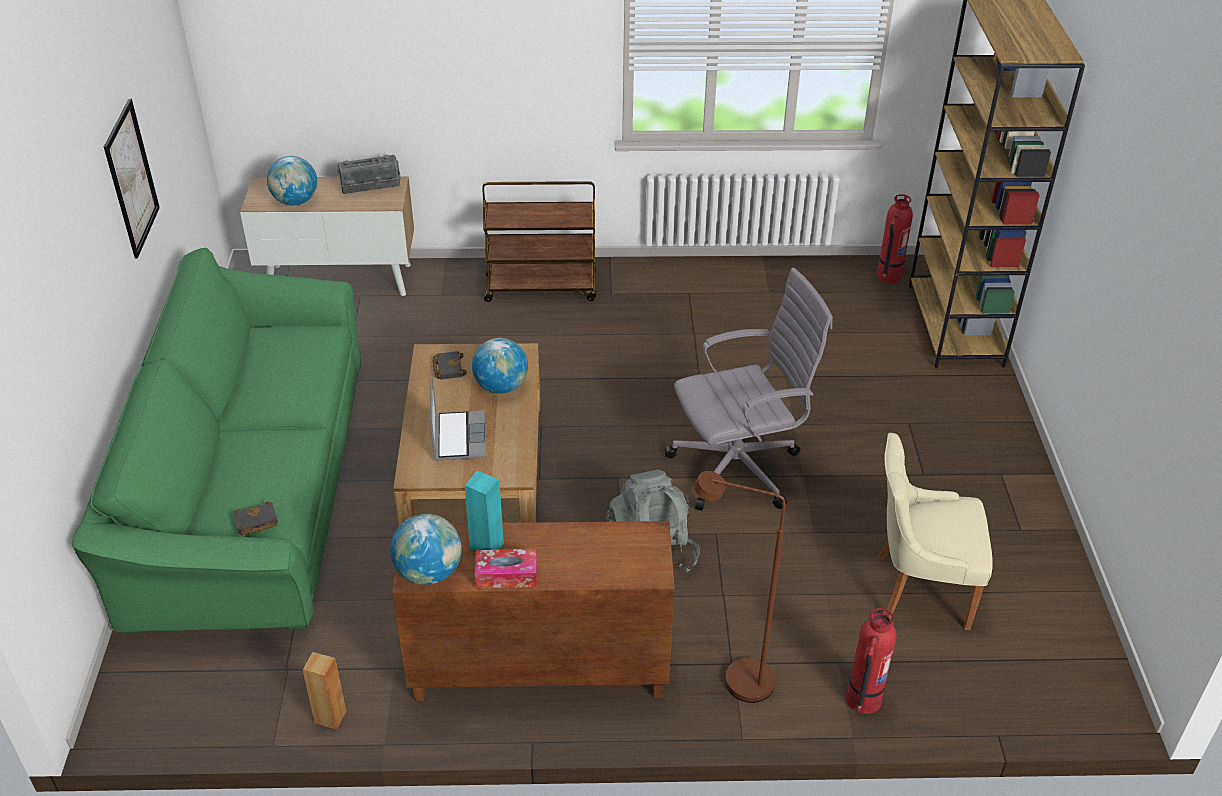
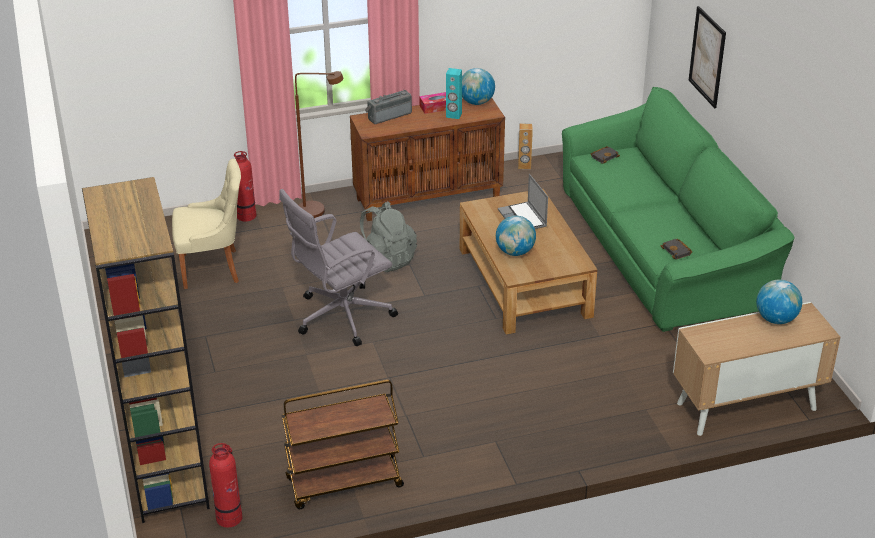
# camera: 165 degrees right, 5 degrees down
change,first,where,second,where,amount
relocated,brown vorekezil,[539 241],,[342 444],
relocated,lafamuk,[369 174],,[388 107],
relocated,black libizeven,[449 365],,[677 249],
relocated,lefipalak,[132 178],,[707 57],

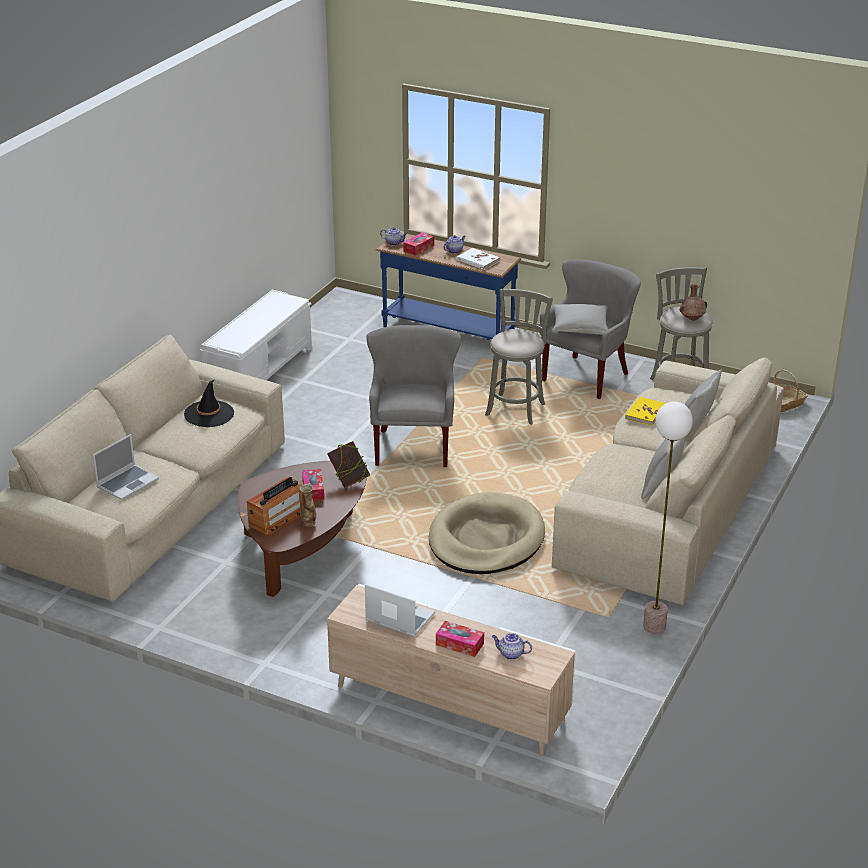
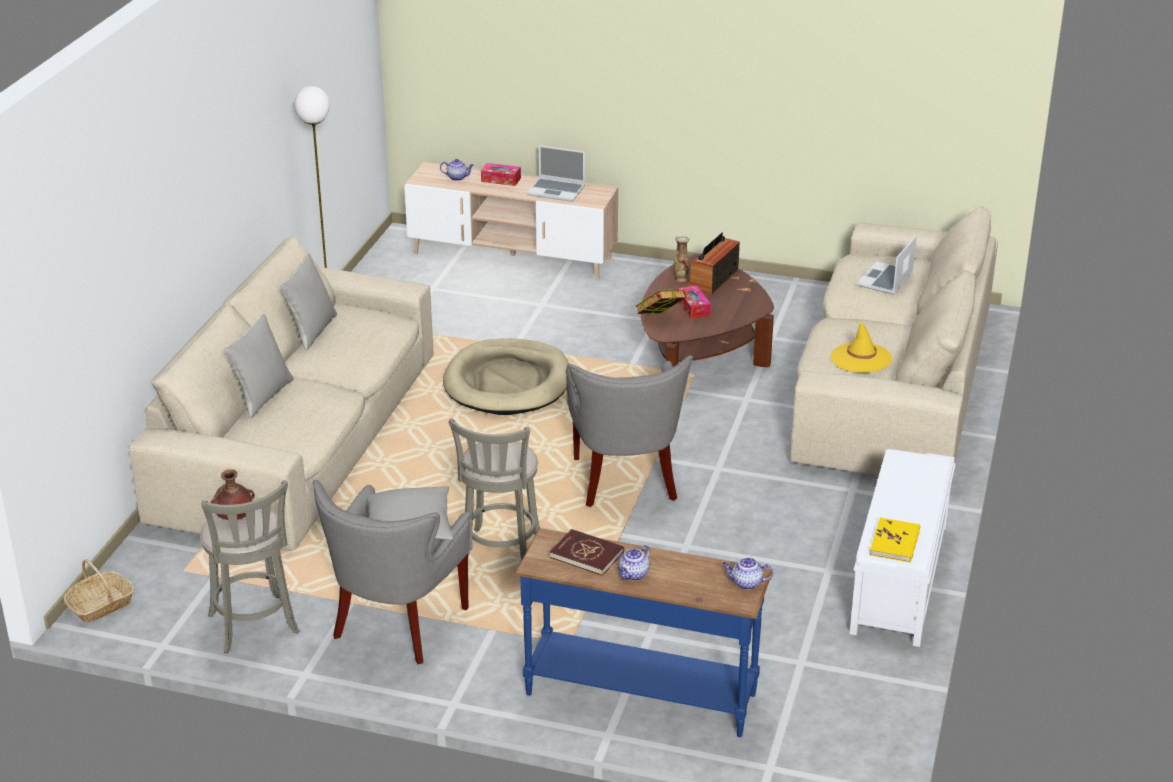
# camera: 170 degrees right, 0 degrees up
change,first,where,second,where,amount
colour,white libizeven,[478 259],red libizeven,[587 552],
colour,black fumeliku,[209 403],yellow fumeliku,[861 347],
relocated,yellow libizeven,[645 411],,[895 540],
missing,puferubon,[418 244],,,

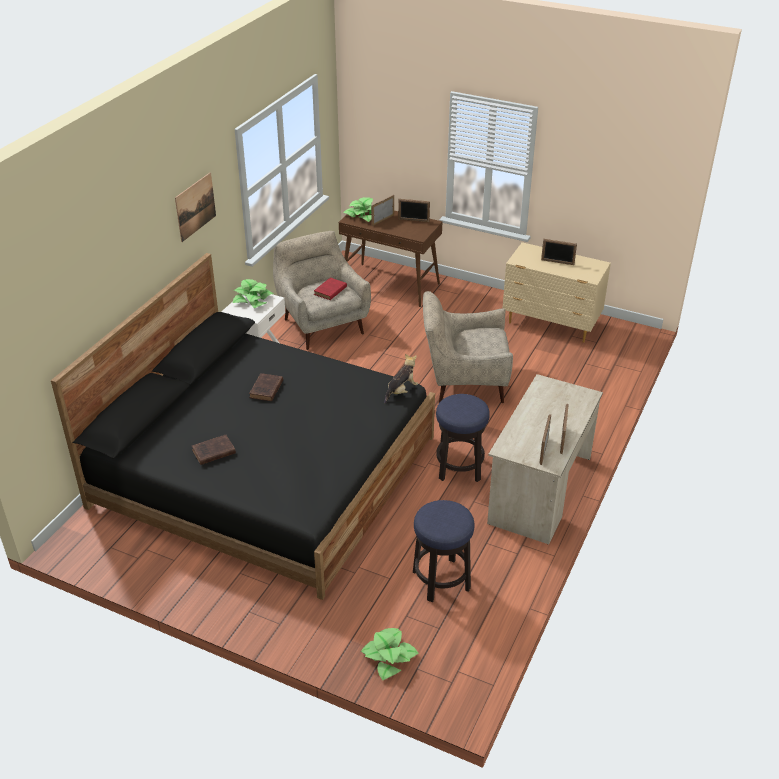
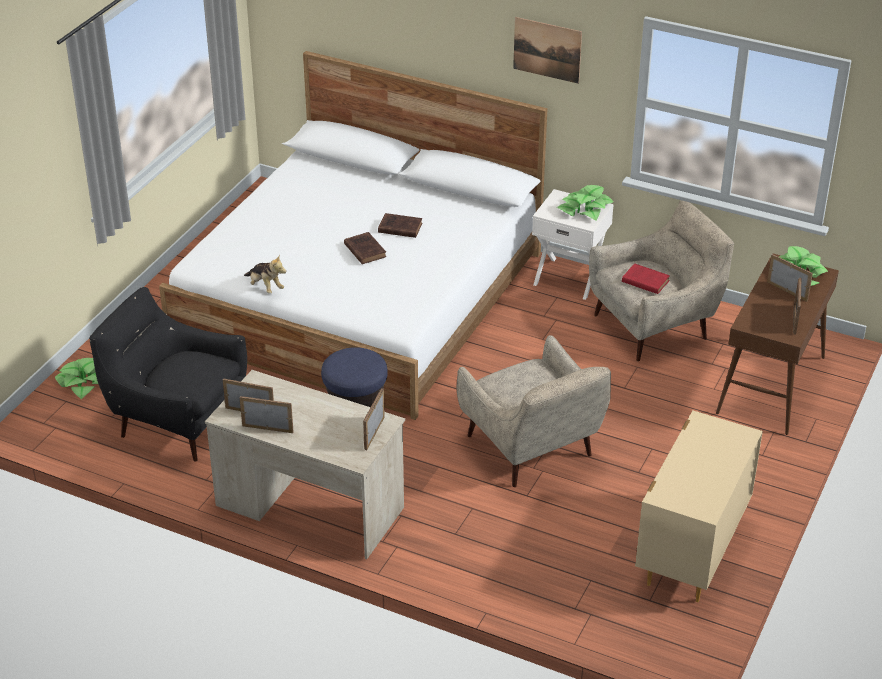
# camera: 90 degrees right, 0 degrees up
change,first,where,second,where,amount
exchanged,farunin,[444 551],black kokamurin,[168 374],
colour,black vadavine,[243 426],white vadavine,[353 235],
relocated,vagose,[401 379],,[265 274],
relocated,brown libizeven,[214 450],,[365 248],
relocated,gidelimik,[559 252],,[374 419],
spun,beige kokamurin,[468 347],,[534 411],150 degrees clockwise

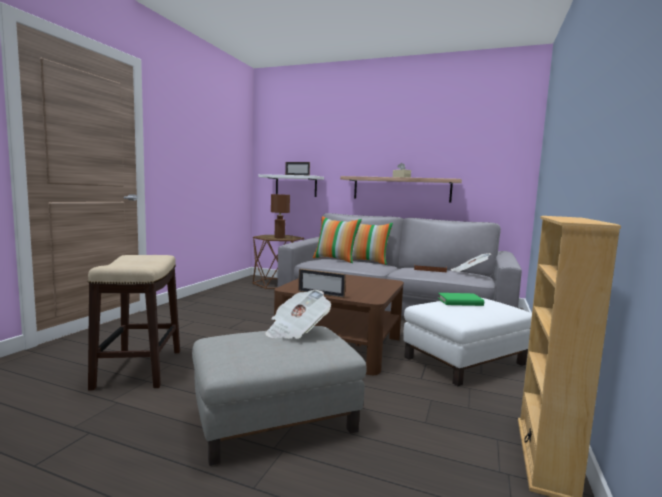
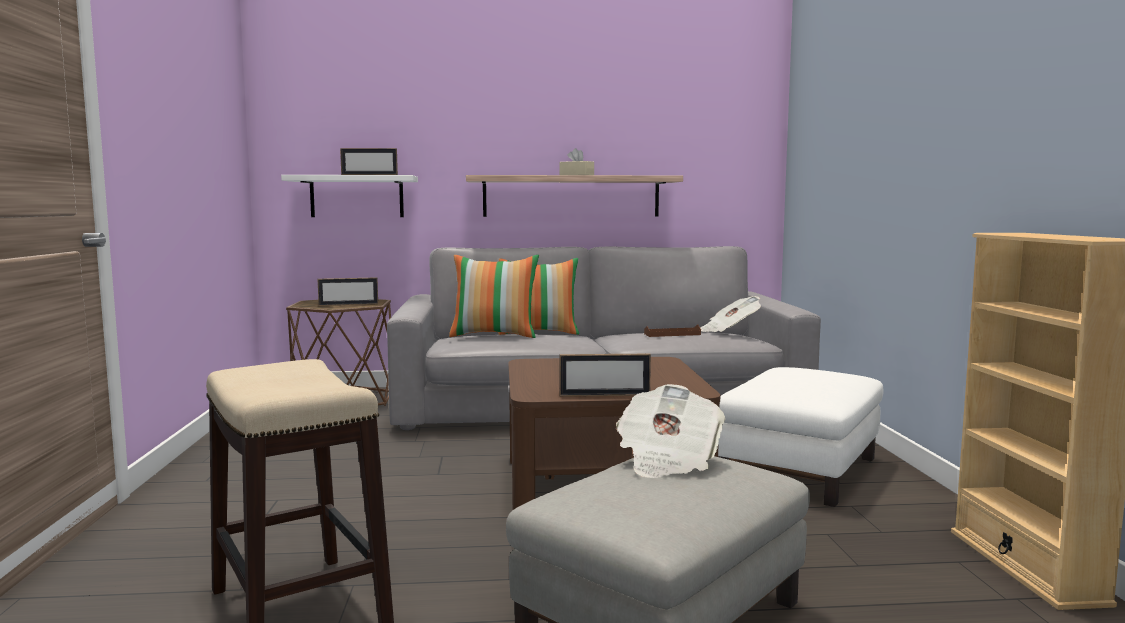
# camera: 25 degrees left, 0 degrees up
change,first,where,second,where,amount
exchanged,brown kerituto,[280 216],gidelimik,[348 291],
missing,green libizeven,[461 299],,,

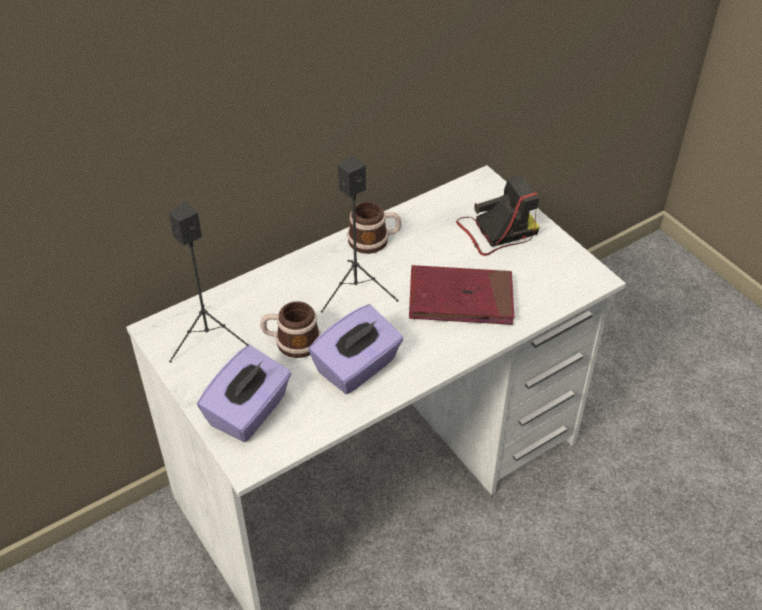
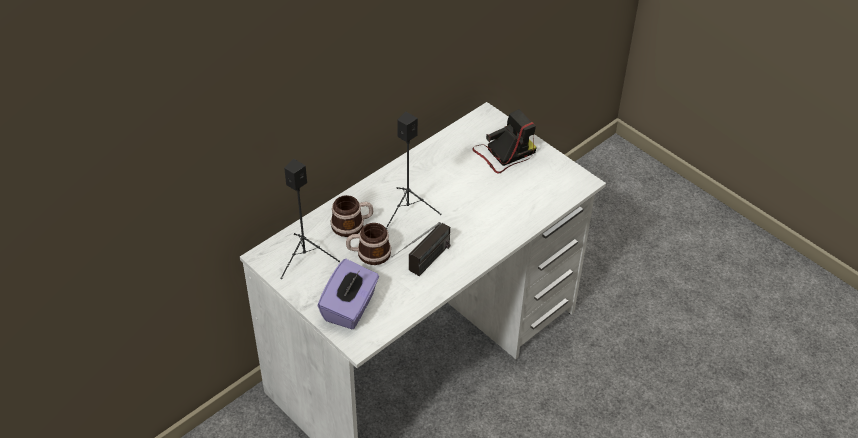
# camera: 10 degrees left, 0 degrees up
change,first,where,second,where,amount
relocated,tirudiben,[374 228],,[352 216],
exchanged,purple puferubon,[355 349],lafamuk,[421 249],
missing,red libizeven,[461 295],,,

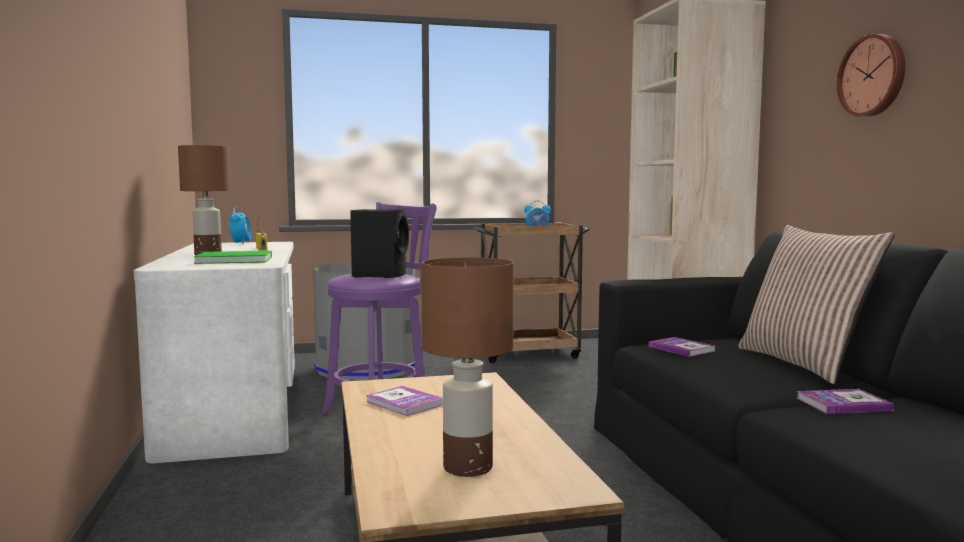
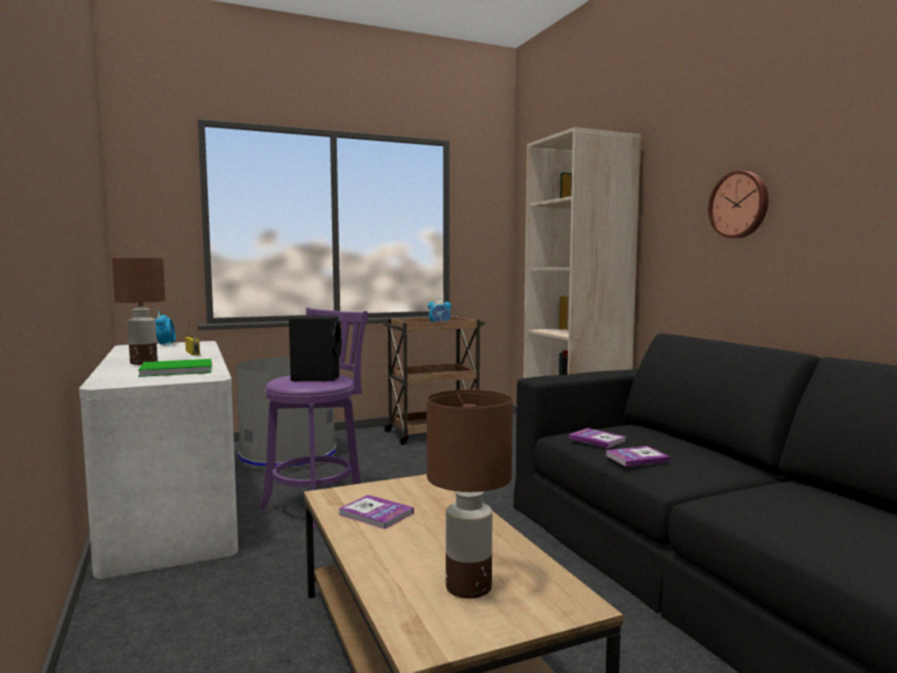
# camera: 10 degrees left, 0 degrees up
change,first,where,second,where,amount
relocated,libizeven,[845 401],,[637 456],
missing,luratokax,[816 304],,,

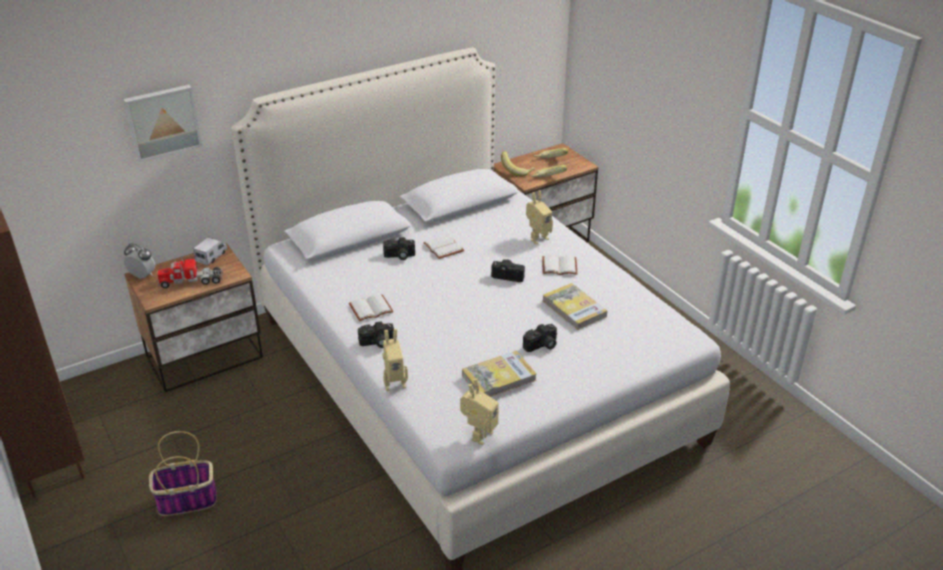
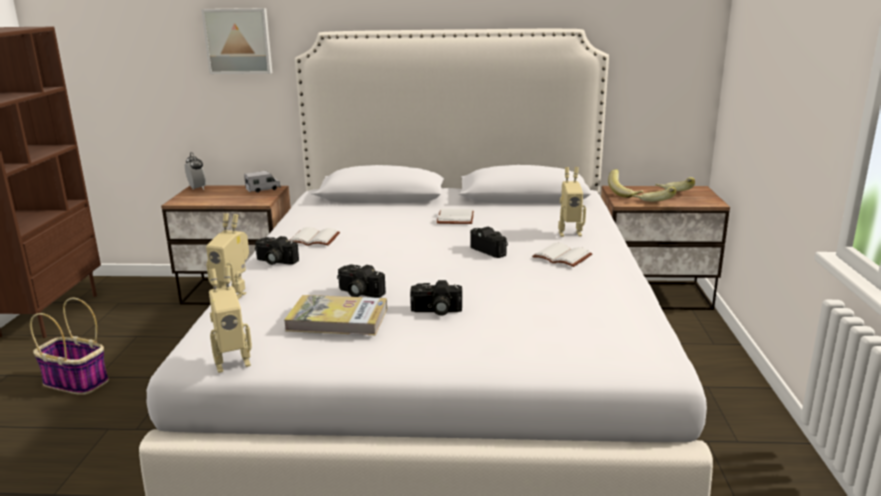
# camera: 35 degrees right, 15 degrees down
change,first,where,second,where,amount
relocated,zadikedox,[399 248],,[361 281],
missing,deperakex,[190 272],,,
missing,libizeven,[575 306],,,

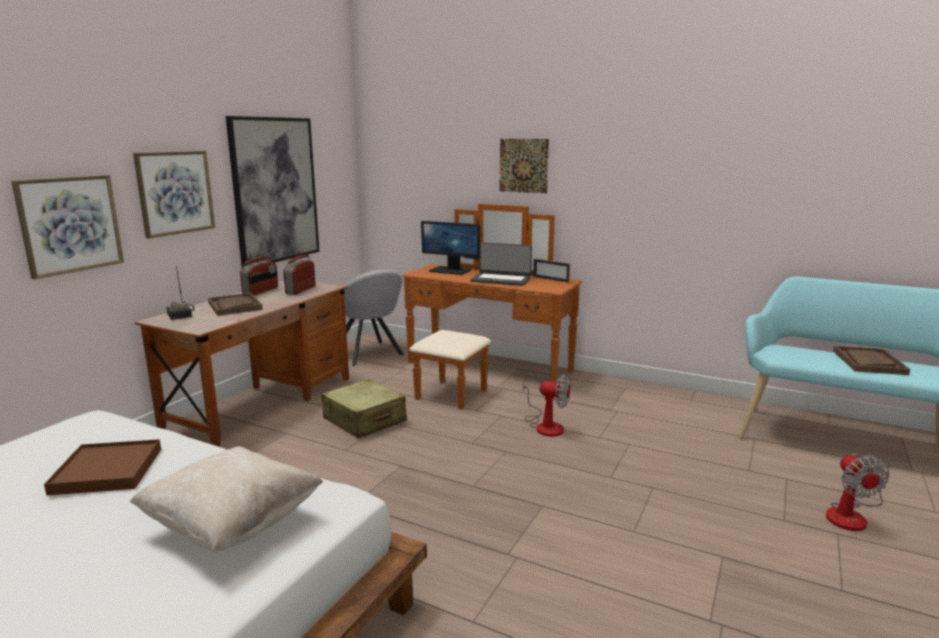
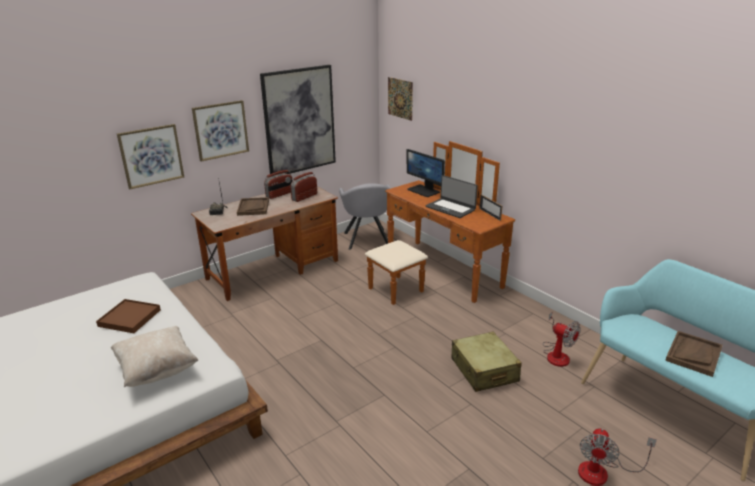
# camera: 25 degrees right, 10 degrees up
change,first,where,second,where,amount
relocated,lefipalak,[524 166],,[400 99],
relocated,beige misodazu,[364 409],,[486 361],
relocated,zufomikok,[547 405],,[562 339],

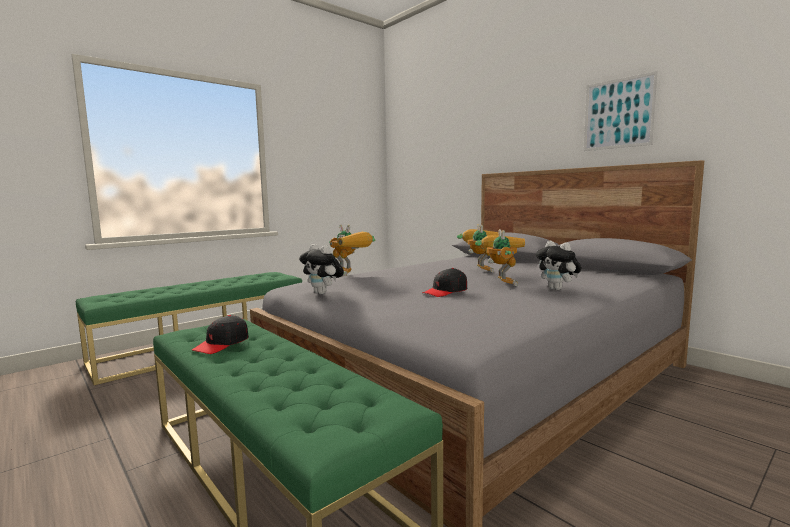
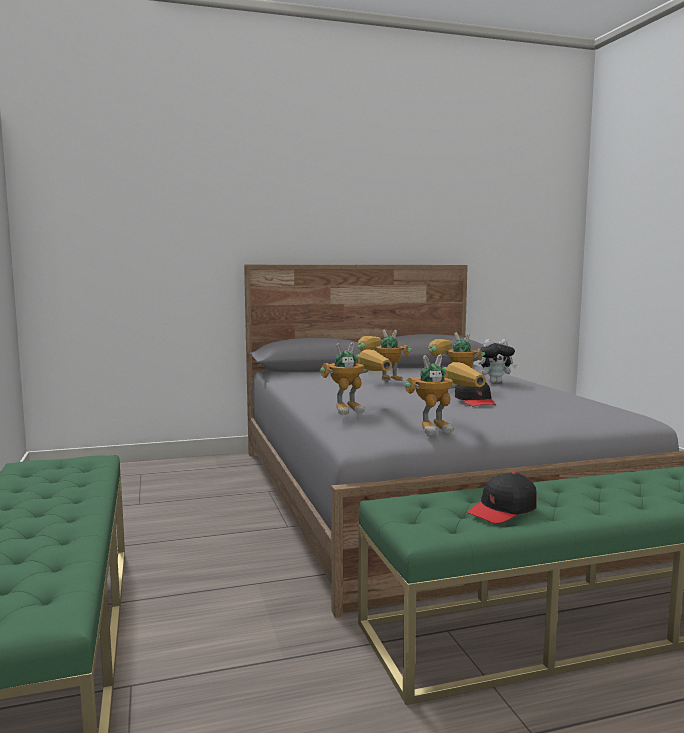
# camera: 65 degrees left, 0 degrees up
change,first,where,second,where,amount
exchanged,vagose,[321 269],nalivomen,[445 395],
spun,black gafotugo,[220 334],,[502 498],90 degrees clockwise
missing,lefipalak,[620 111],,,

